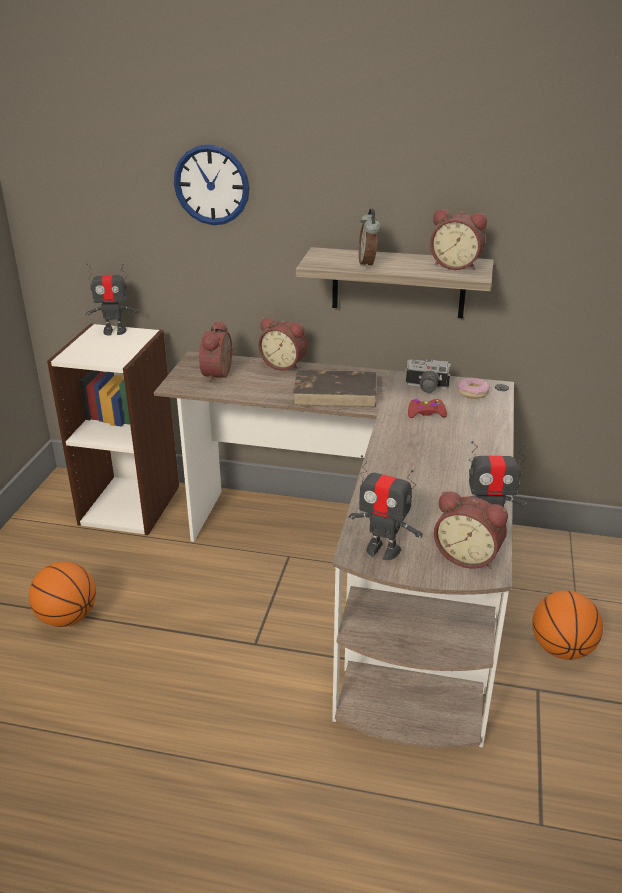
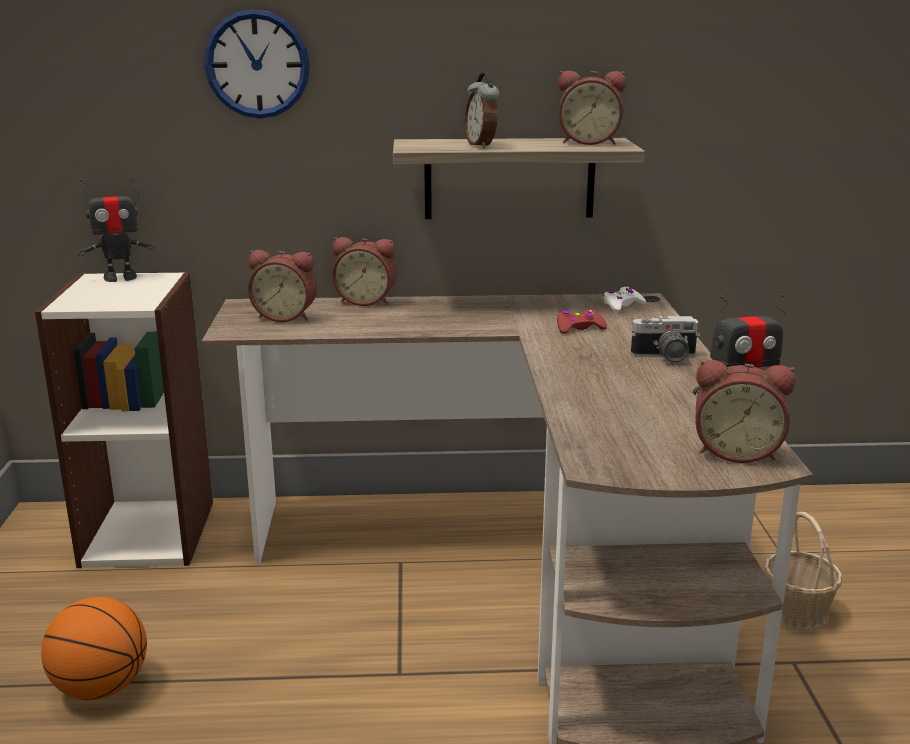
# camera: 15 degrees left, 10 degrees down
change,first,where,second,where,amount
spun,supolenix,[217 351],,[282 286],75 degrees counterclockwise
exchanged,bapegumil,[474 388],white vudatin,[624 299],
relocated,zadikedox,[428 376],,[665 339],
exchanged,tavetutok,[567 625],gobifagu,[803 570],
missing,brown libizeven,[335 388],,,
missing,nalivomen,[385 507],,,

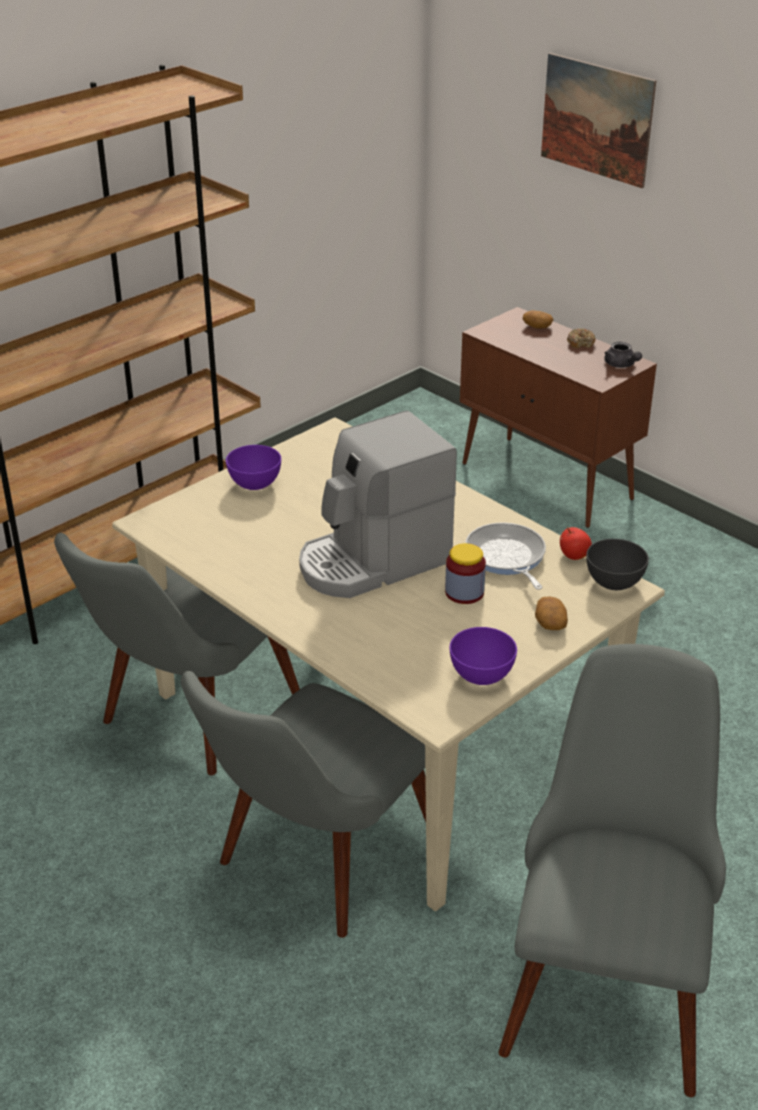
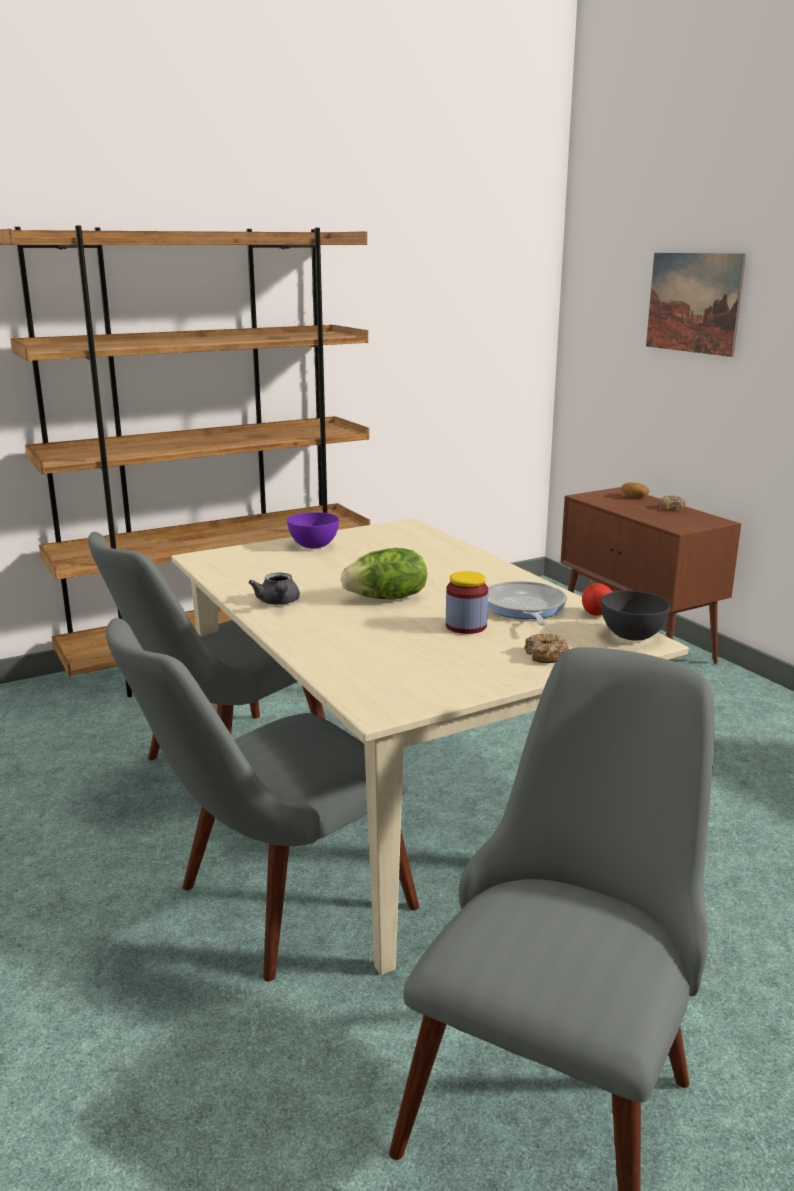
# camera: 15 degrees right, 15 degrees down
change,first,where,second,where,amount
relocated,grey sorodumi,[623 355],,[274 589],
exchanged,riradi,[378 504],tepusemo,[384 574],
exchanged,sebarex,[551 613],bapegumil,[547 648],
missing,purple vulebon,[483 656],,,

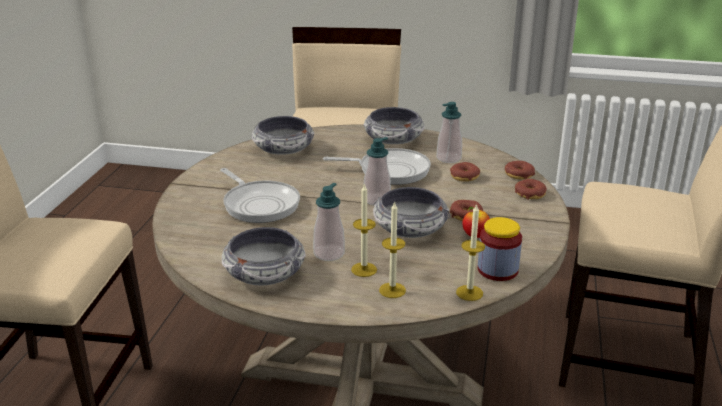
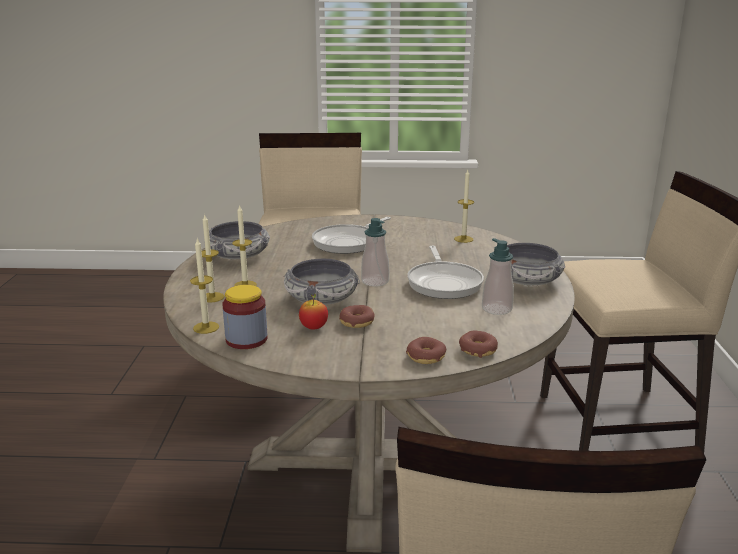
# camera: 80 degrees right, 5 degrees down
change,first,where,second,where,amount
exchanged,vulebon,[283 135],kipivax,[464 206],
missing,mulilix,[329 222],,,
missing,bapegumil,[465 172],,,

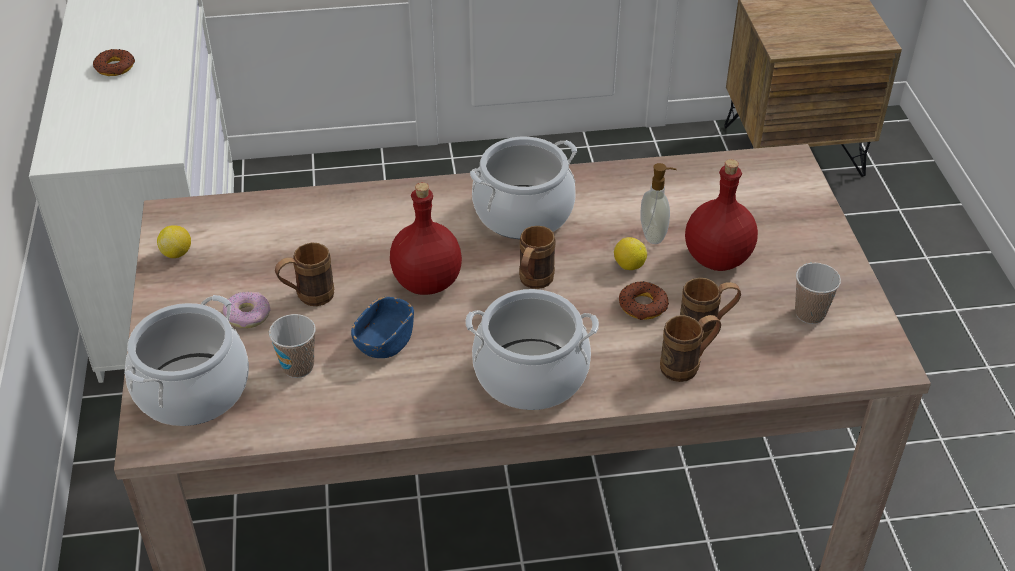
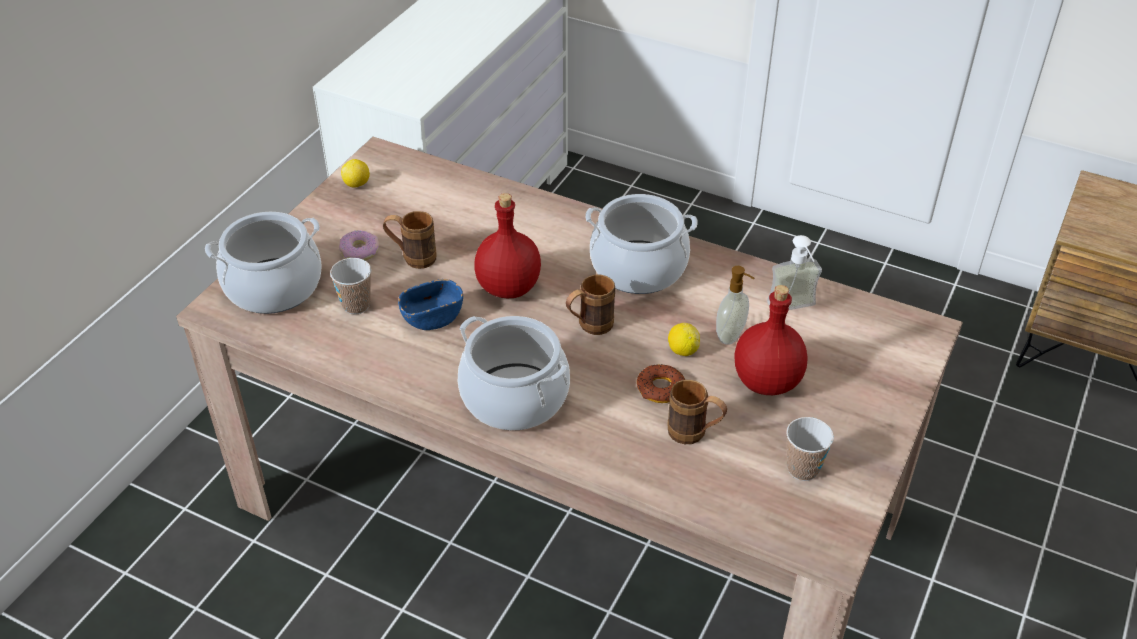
# camera: 35 degrees right, 0 degrees up
change,first,where,second,where,amount
appeared,,,mulilix,[794 272],
missing,bapegumil,[114 62],,,
missing,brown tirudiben,[690 348],,,

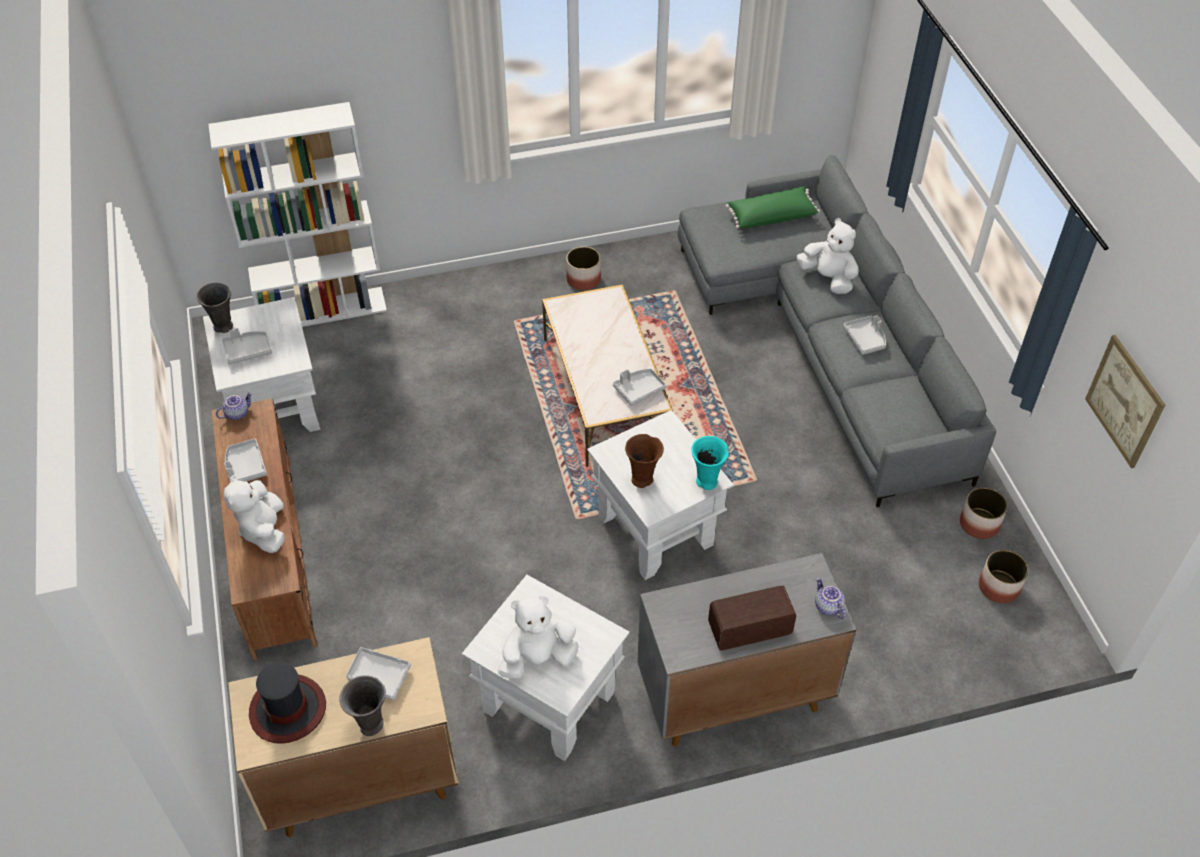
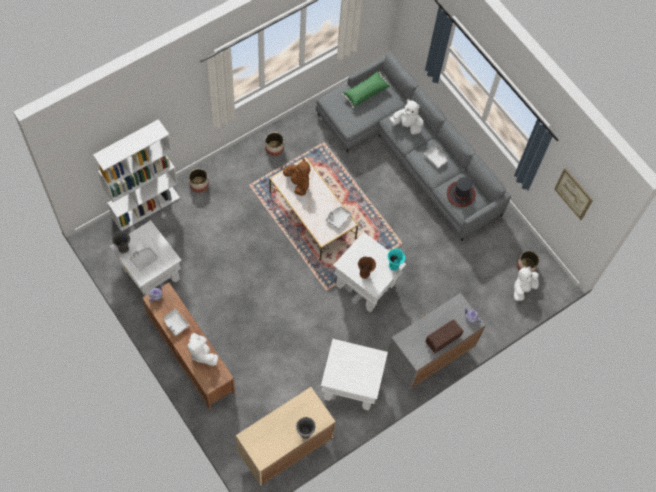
# camera: 25 degrees left, 15 degrees up
change,first,where,second,where,amount
relocated,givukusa,[984 513],,[199 181],
appeared,,,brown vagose,[296 177],
relocated,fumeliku,[287 703],,[461 192],
relocated,white vagose,[538 637],,[526 284],
missing,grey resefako,[378 673],,,

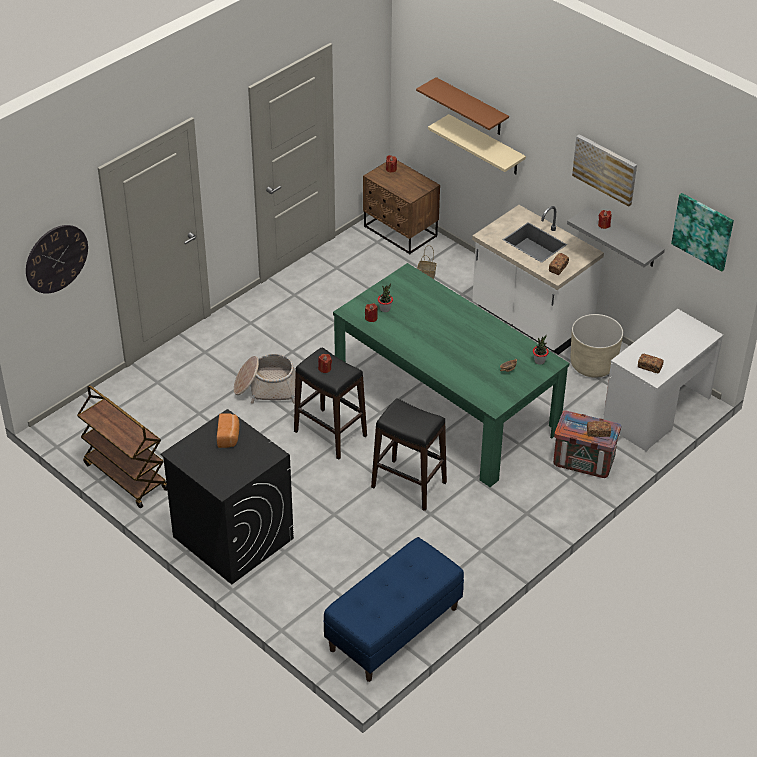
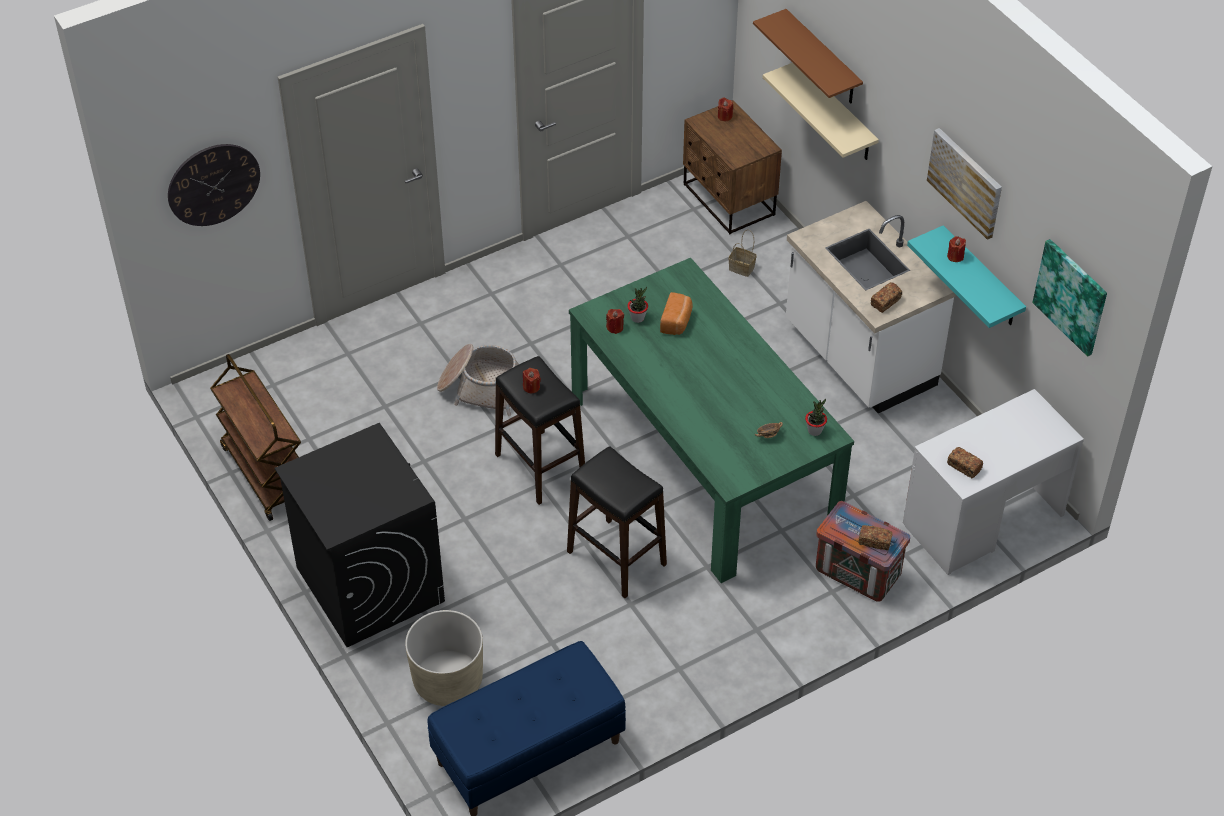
# camera: 15 degrees right, 5 degrees up
change,first,where,second,where,amount
relocated,beige givukusa,[596 346],,[444 658],
relocated,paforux,[228 430],,[676 313],
colour,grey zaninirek,[616 237],turquoise zaninirek,[966 276],

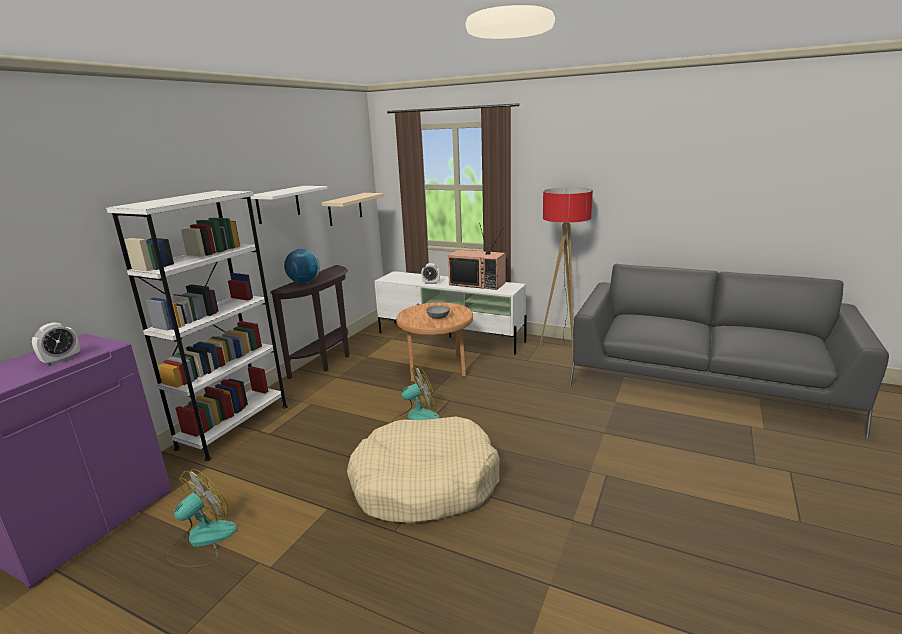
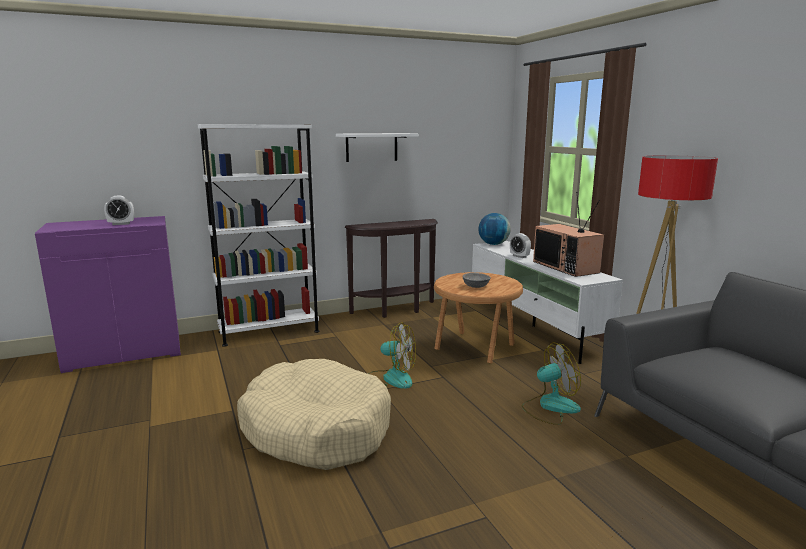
# camera: 40 degrees right, 5 degrees down
change,first,where,second,where,amount
relocated,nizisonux,[302 266],,[494 229],
relocated,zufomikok,[202 518],,[551 383],
missing,beige zaninirek,[353 209],,,

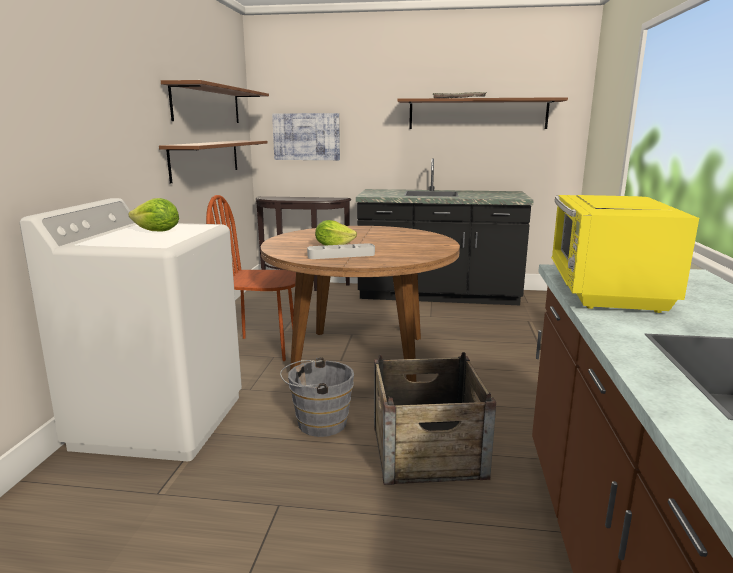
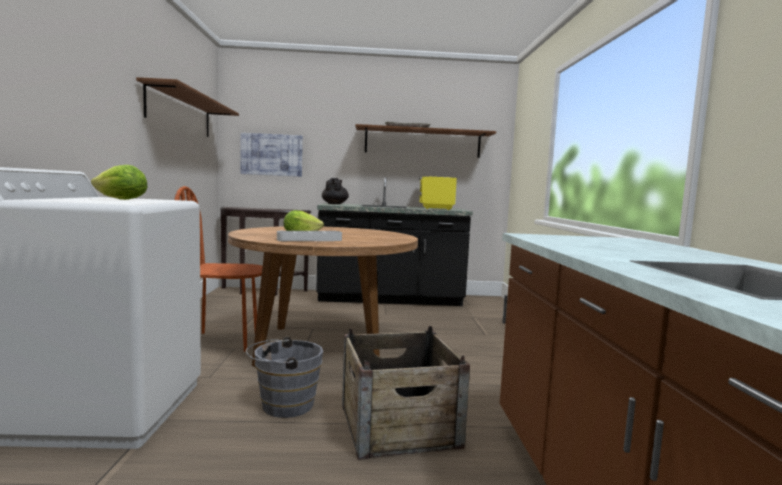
# camera: 10 degrees left, 10 degrees down
change,first,where,second,where,amount
appeared,,,black sorodumi,[335 191],
relocated,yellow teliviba,[625 254],,[438 193],
missing,brown zaninirek,[213 162],,,

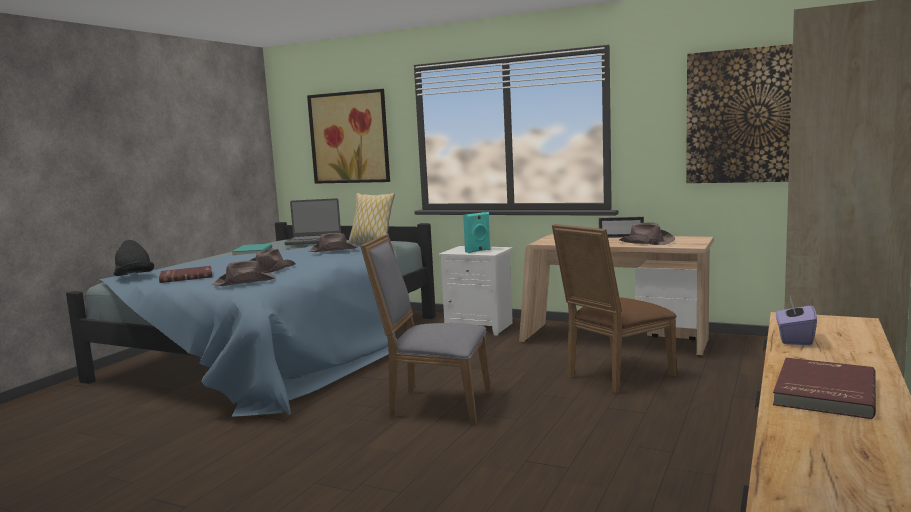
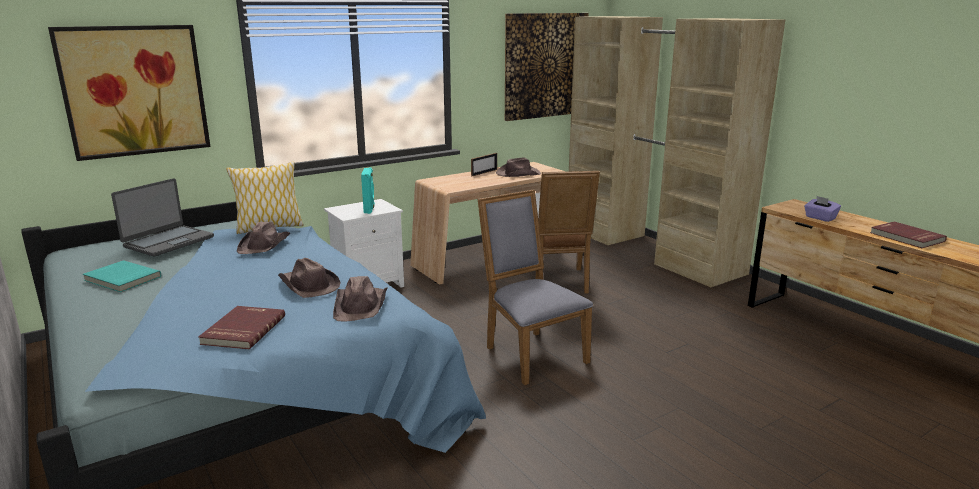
# camera: 60 degrees left, 10 degrees up
change,first,where,second,where,amount
spun,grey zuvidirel,[426 329],,[535 287],105 degrees clockwise
missing,black fumeliku,[134 258],,,

